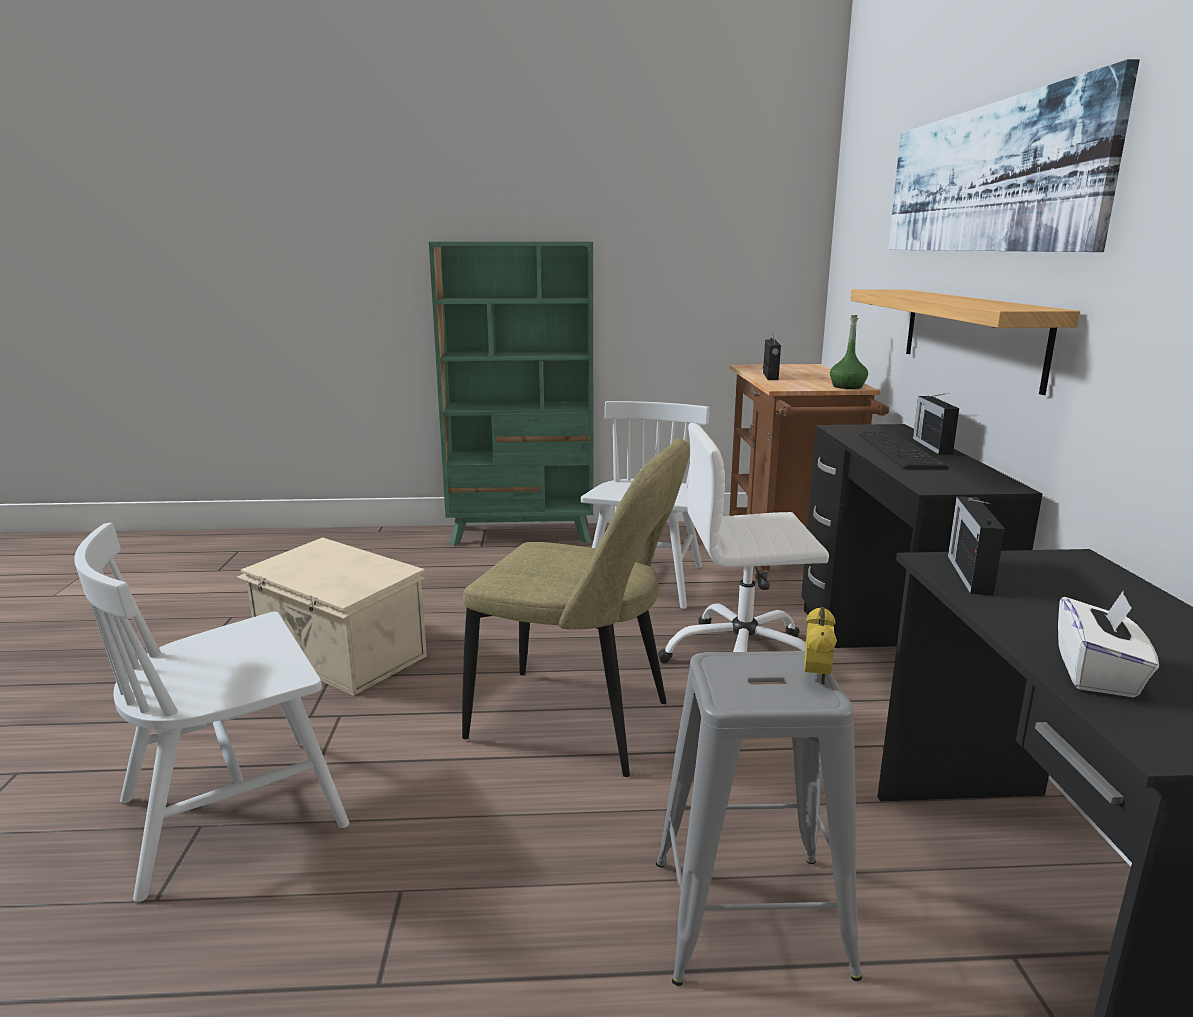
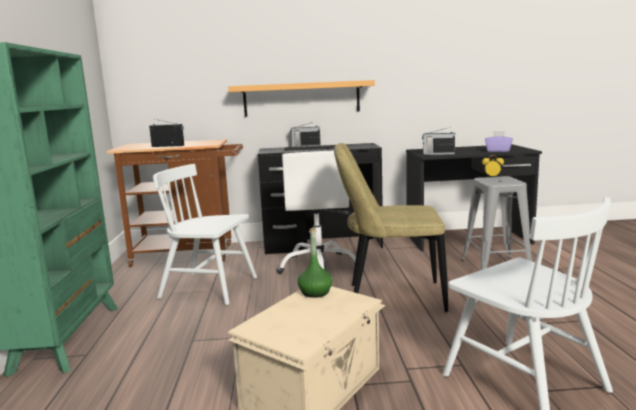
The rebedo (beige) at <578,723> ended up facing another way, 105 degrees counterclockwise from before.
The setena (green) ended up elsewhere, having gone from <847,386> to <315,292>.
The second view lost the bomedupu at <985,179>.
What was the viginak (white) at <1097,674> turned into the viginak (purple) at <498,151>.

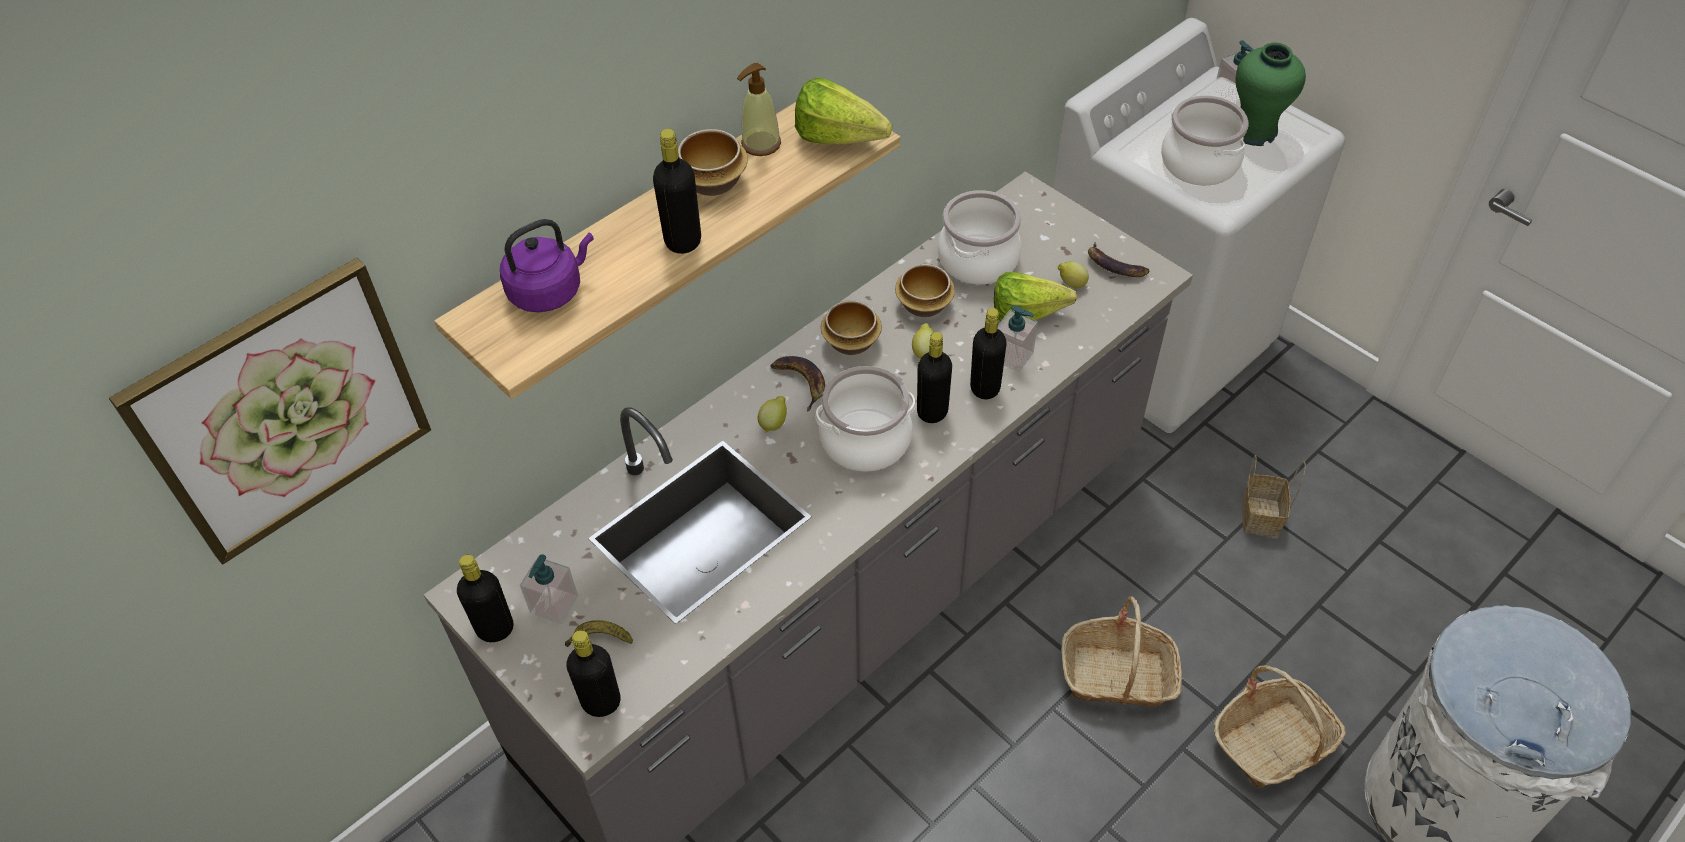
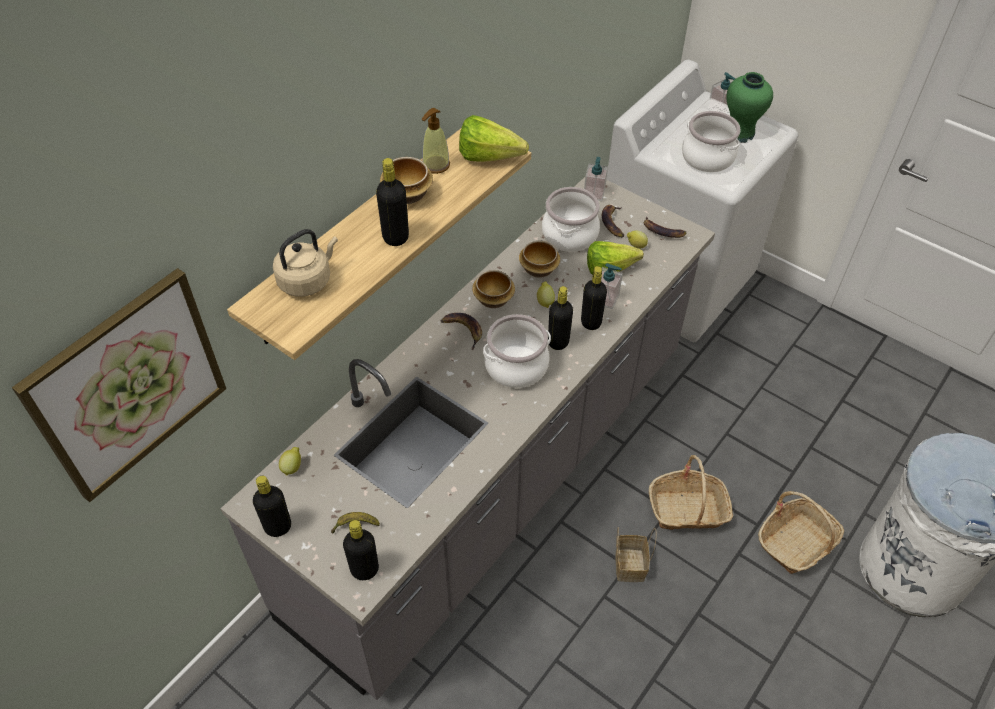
What was the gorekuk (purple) at <549,291> turned into the gorekuk (beige) at <307,280>.
The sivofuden ended up elsewhere, having gone from <554,605> to <594,193>.
The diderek ended up elsewhere, having gone from <774,423> to <292,467>.
The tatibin ended up elsewhere, having gone from <1259,515> to <628,564>.
The second view gained the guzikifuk at <612,223>.

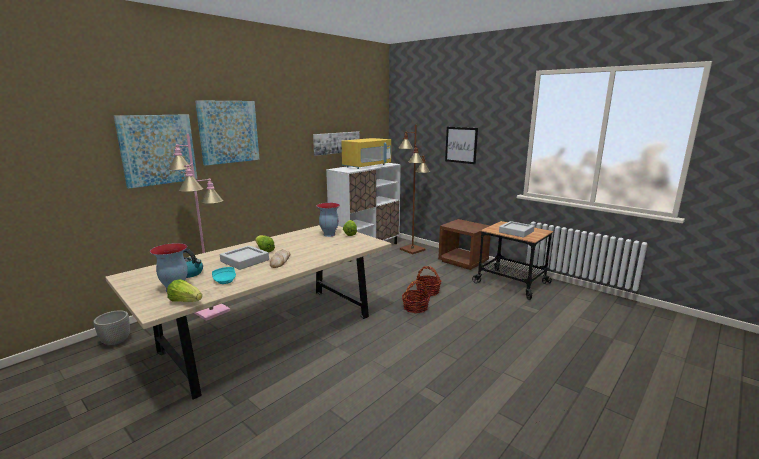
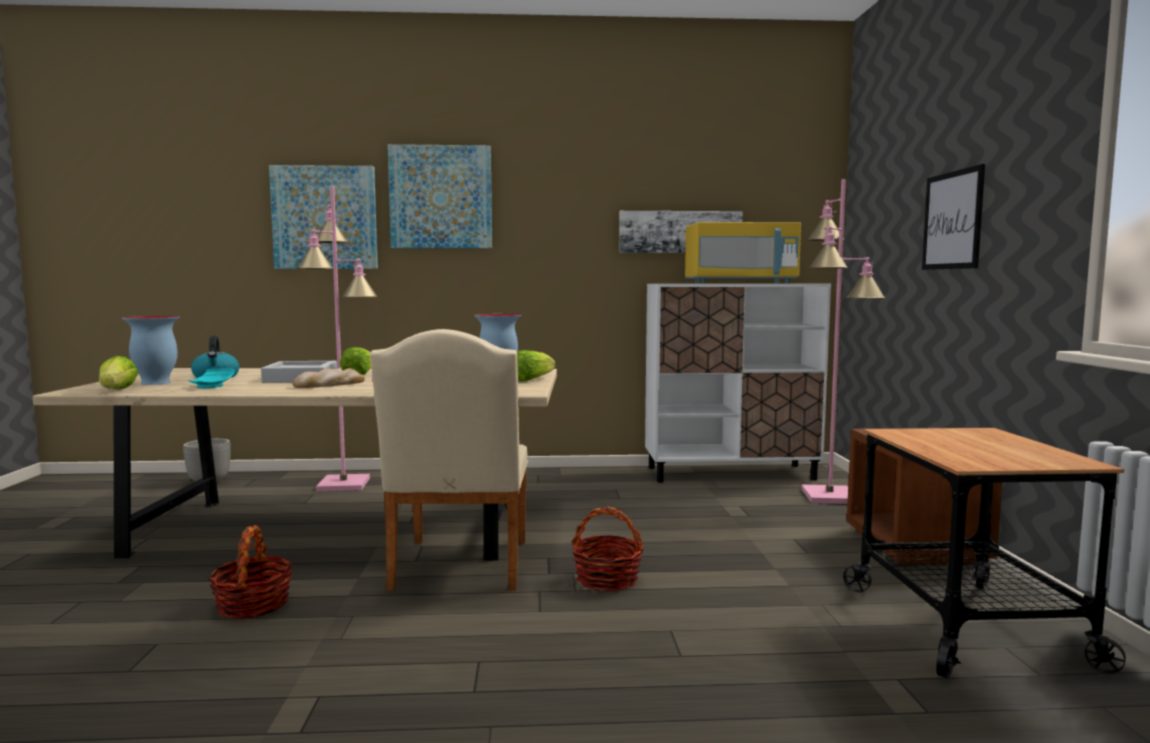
What was the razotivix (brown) at <412,249> turned into the razotivix (pink) at <830,496>.
The tatibin ended up elsewhere, having gone from <428,291> to <253,605>.
The second view lost the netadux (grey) at <516,232>.
The second view gained the rebedo (beige) at <459,568>.

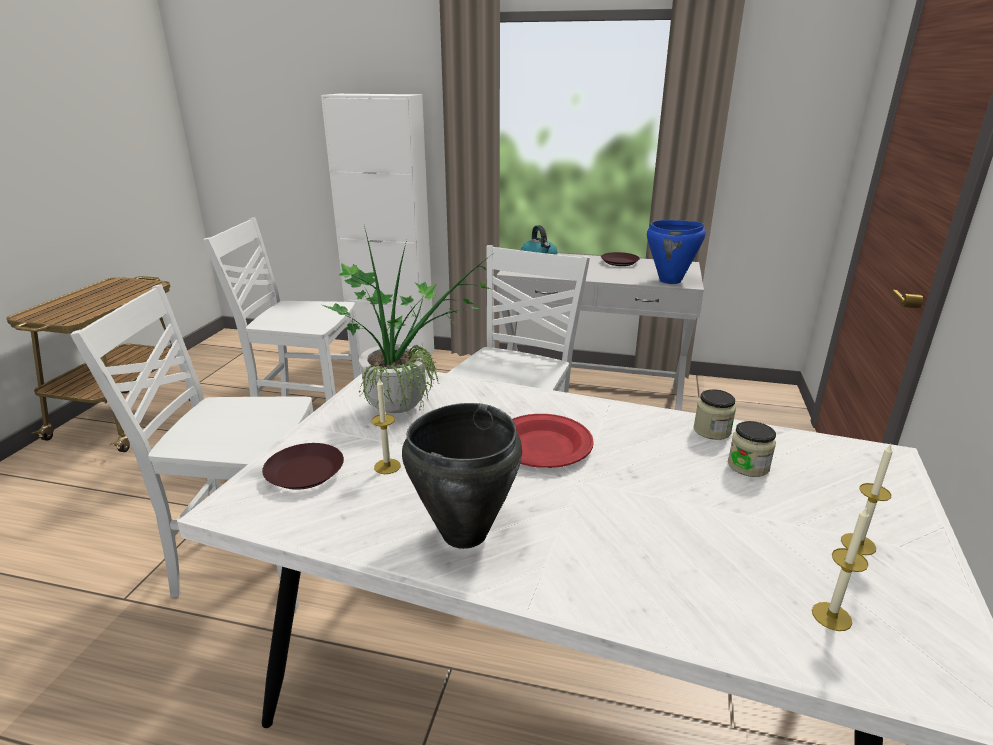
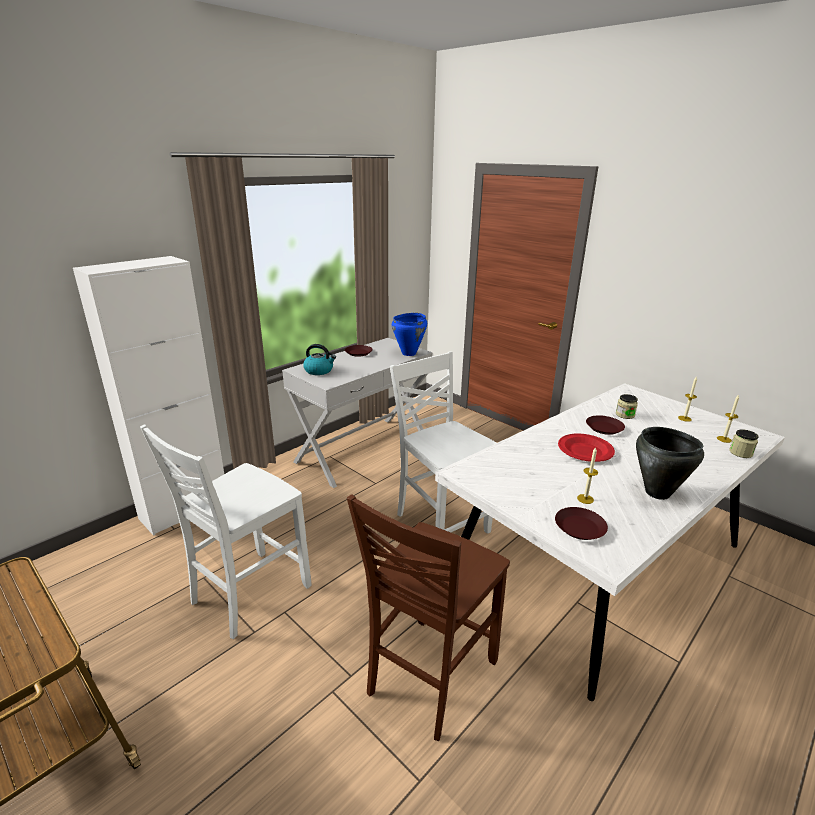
What was the rebedo (white) at <252,564> turned into the rebedo (brown) at <429,677>.
The second view lost the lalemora at <406,402>.
The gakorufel ended up elsewhere, having gone from <712,430> to <740,453>.
The second view gained the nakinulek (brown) at <604,428>.

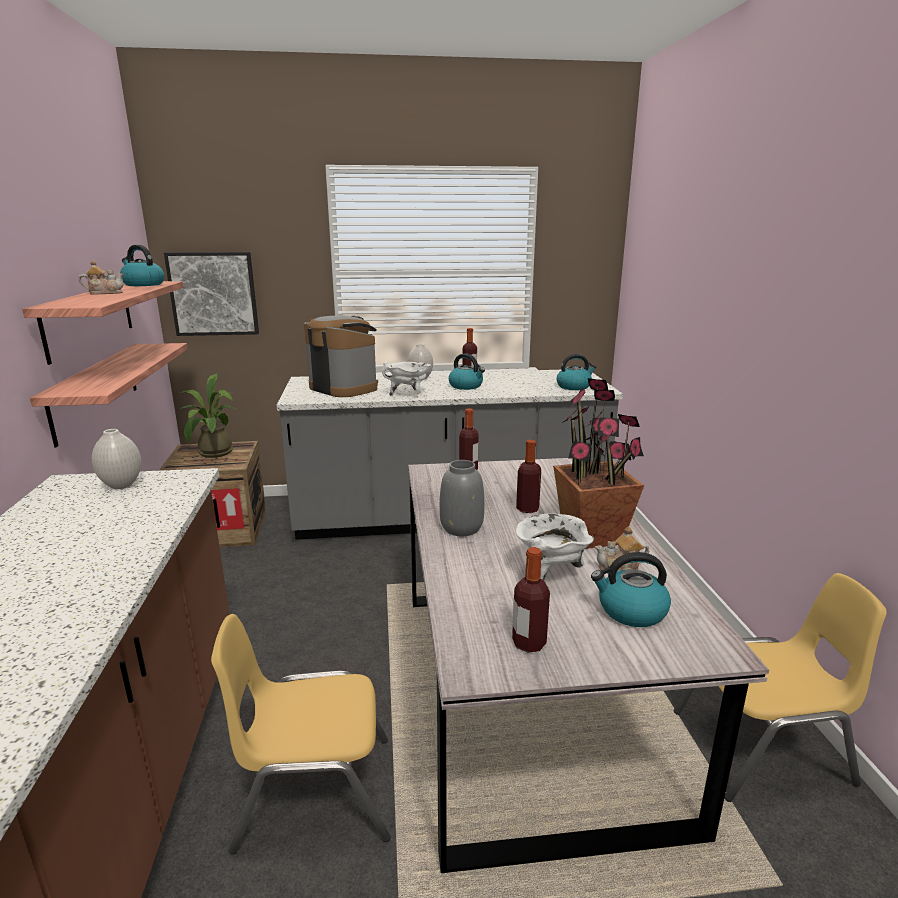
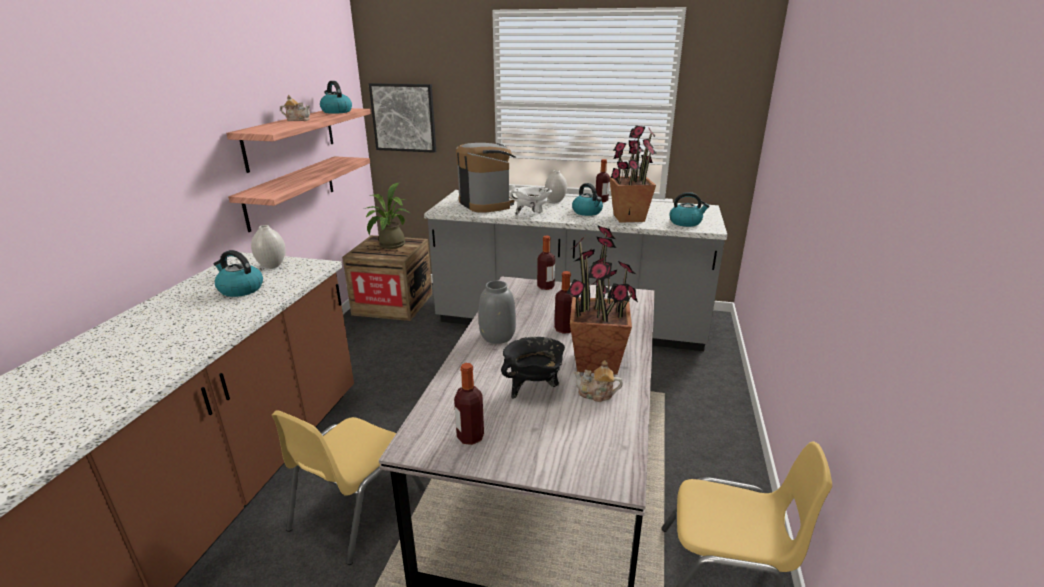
The rebedo (yellow) at <314,792> ended up facing another way, 75 degrees counterclockwise from before.
What was the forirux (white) at <550,575> turned into the forirux (black) at <533,388>.
The gorekuk ended up elsewhere, having gone from <631,611> to <240,289>.
The second view gained the lalemora at <628,218>.

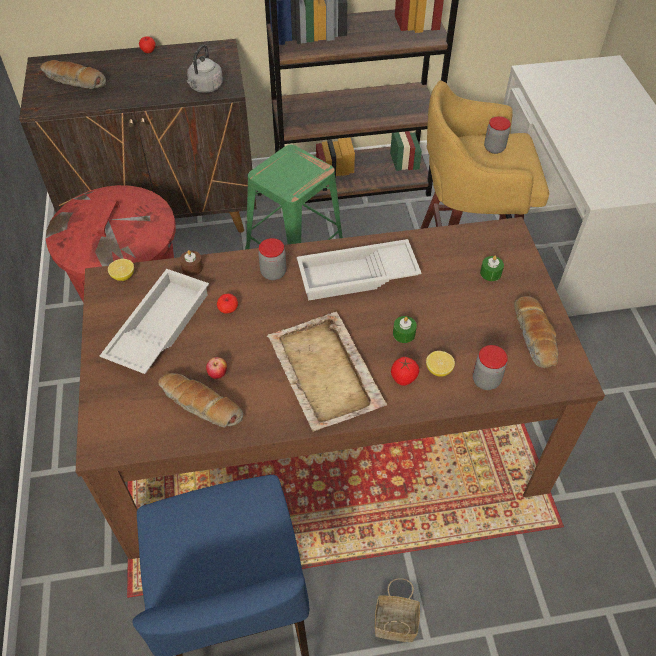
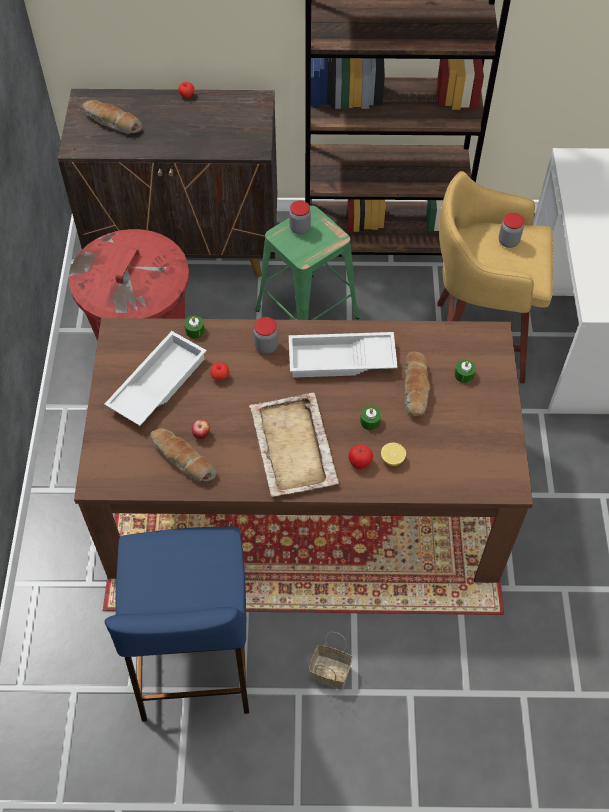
The second view lost the diderek at <123,276>.
What was the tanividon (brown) at <192,267> turned into the tanividon (green) at <195,331>.
The second view lost the gorekuk (grey) at <205,88>.
The gakorufel ended up elsewhere, having gone from <486,380> to <300,228>.
The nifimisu ended up elsewhere, having gone from <535,337> to <416,388>.

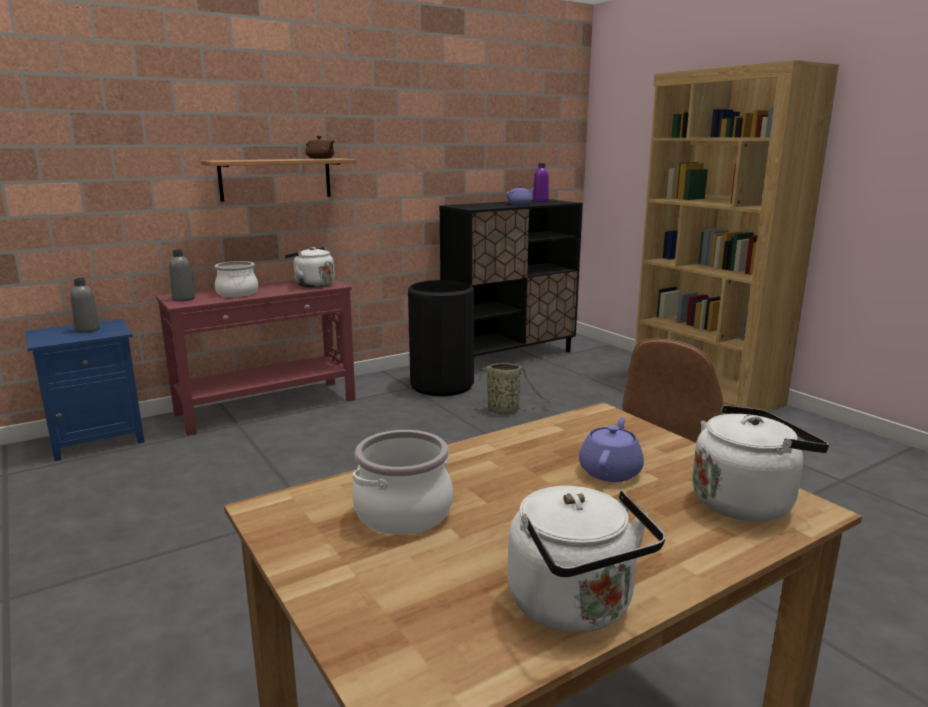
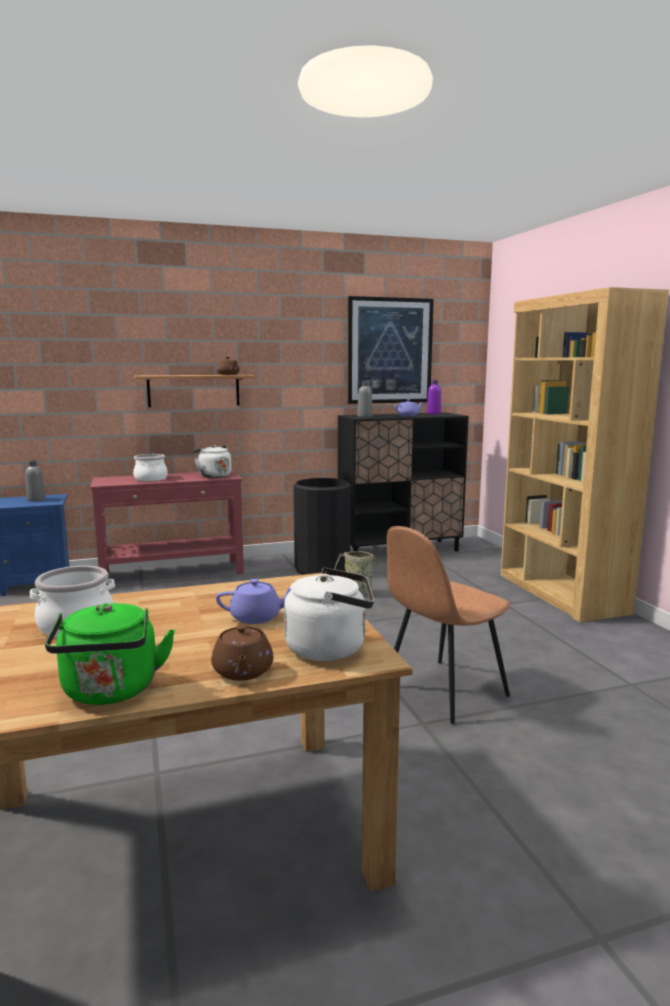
The setena (grey) ended up elsewhere, having gone from <183,299> to <364,417>.
What was the gorekuk (white) at <575,607> turned into the gorekuk (green) at <110,692>.
The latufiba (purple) at <610,471> ended up facing another way, 45 degrees clockwise from before.
The second view gained the latufiba (brown) at <242,672>.
The second view gained the bomedupu at <390,351>.

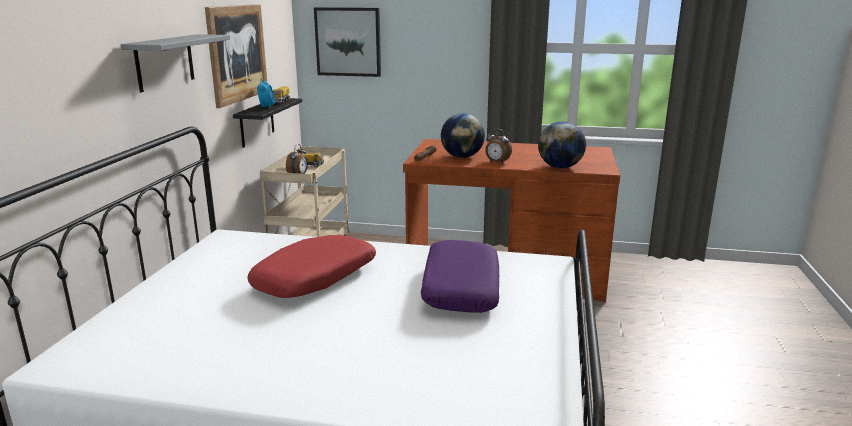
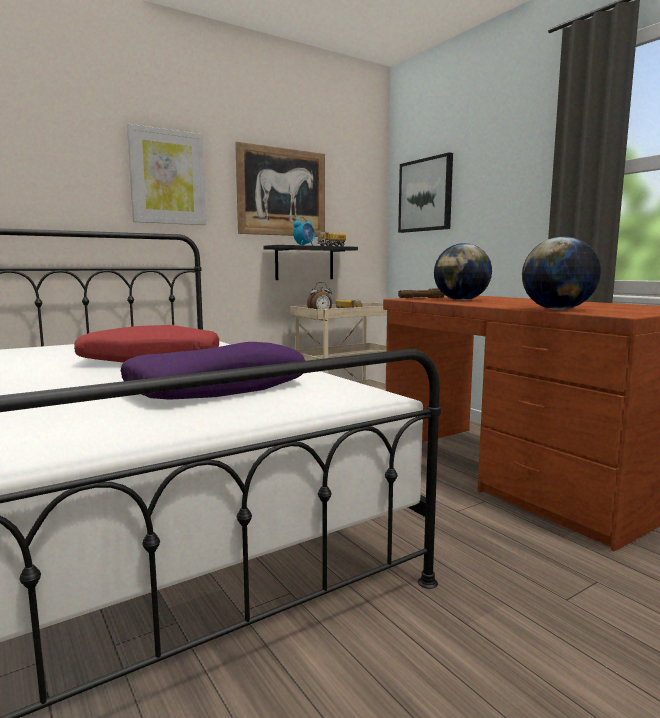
Where the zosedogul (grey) hung at <165,62>, the bomedupu came to hang at <167,177>.
The second view lost the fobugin at <497,162>.

